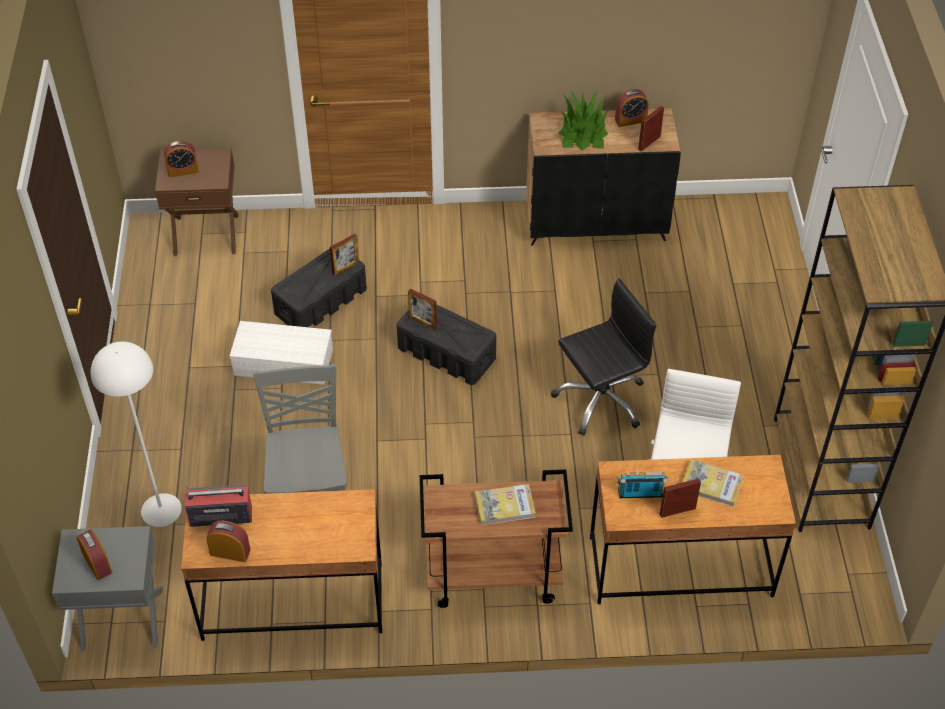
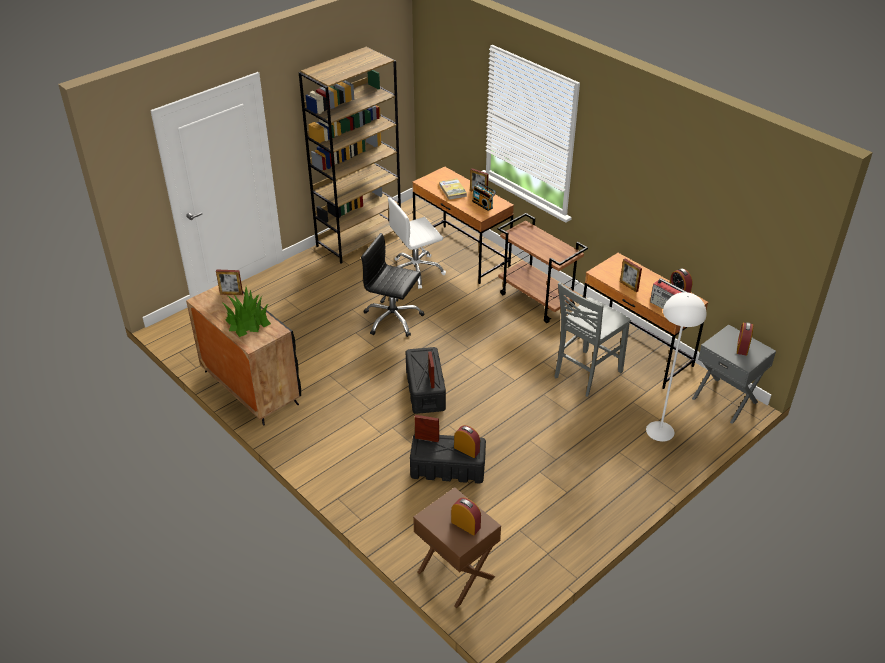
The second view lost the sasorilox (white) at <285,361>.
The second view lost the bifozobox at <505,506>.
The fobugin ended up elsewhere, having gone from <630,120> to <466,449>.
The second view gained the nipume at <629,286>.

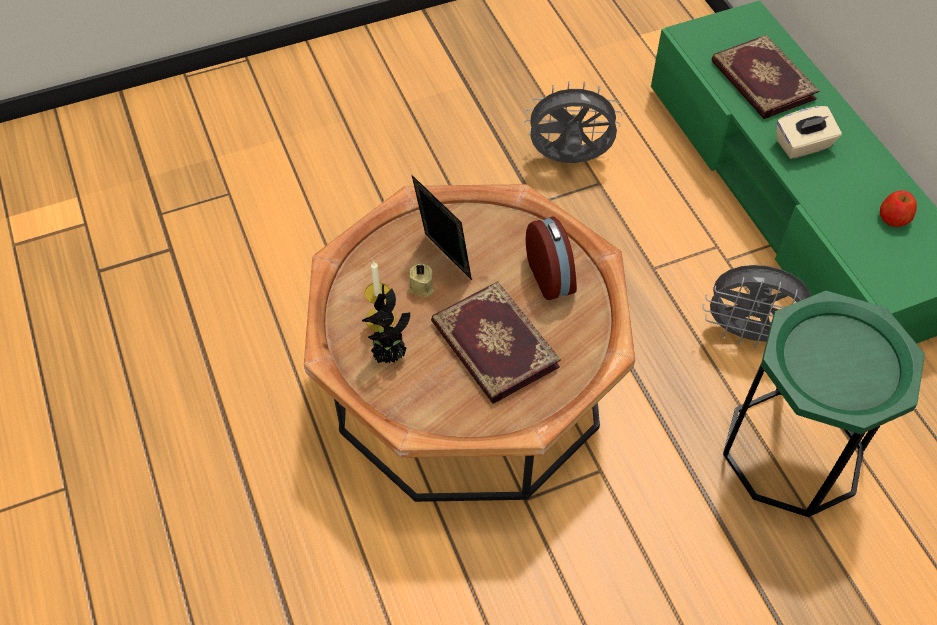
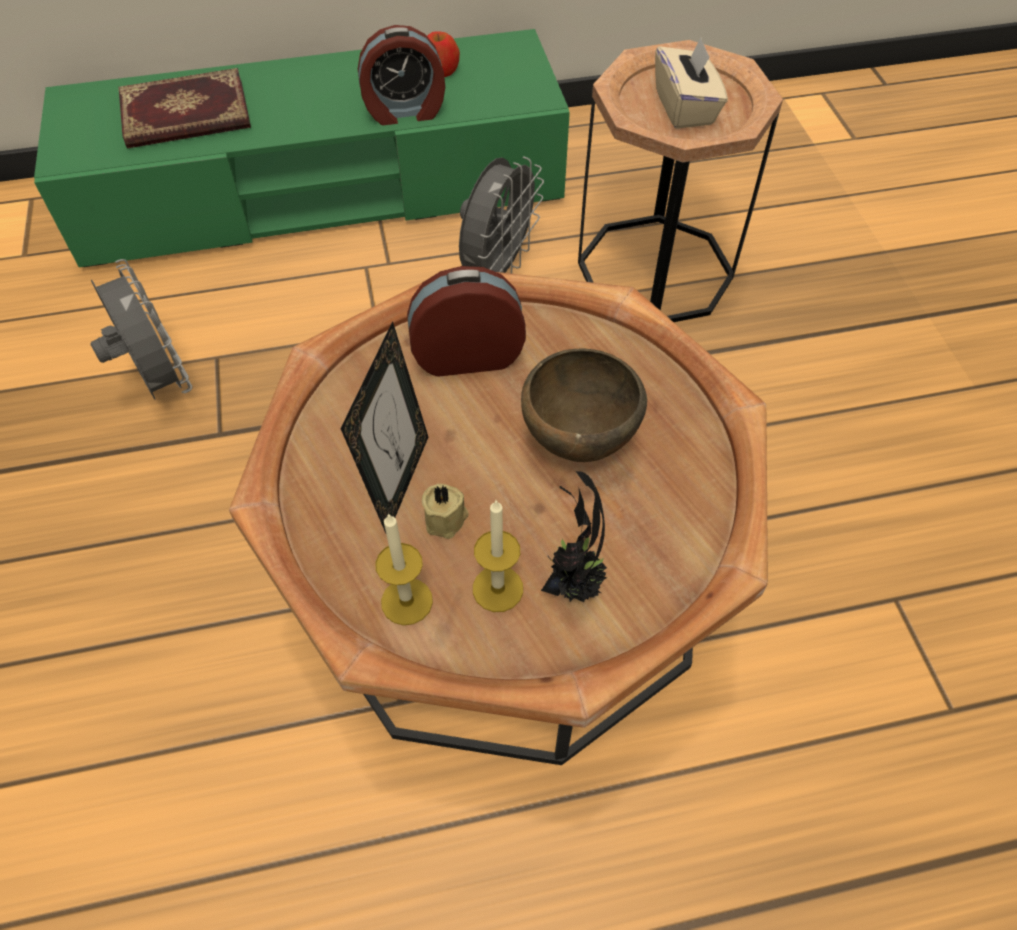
The nipume at <443,260> ended up facing another way, 135 degrees clockwise from before.
Where the bifozobox stood at <493,346>, the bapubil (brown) came to stand at <577,442>.
The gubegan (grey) at <569,160> ended up facing another way, 135 degrees clockwise from before.
What was the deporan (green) at <793,451> turned into the deporan (brown) at <655,270>.
The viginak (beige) ended up elsewhere, having gone from <803,145> to <685,108>.
The second view gained the fobugin at <405,111>.
The second view gained the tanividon at <406,601>.

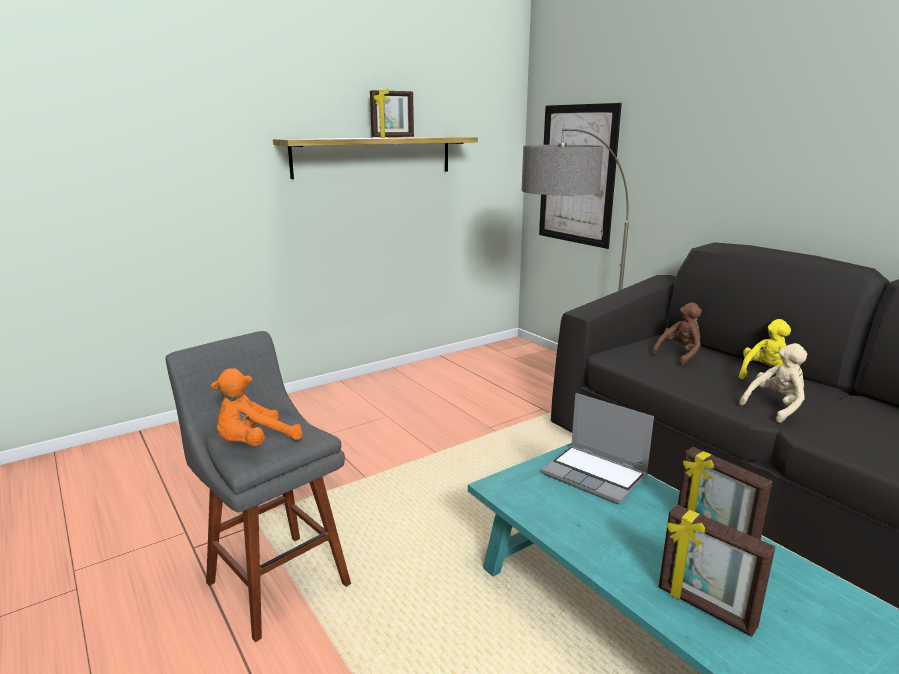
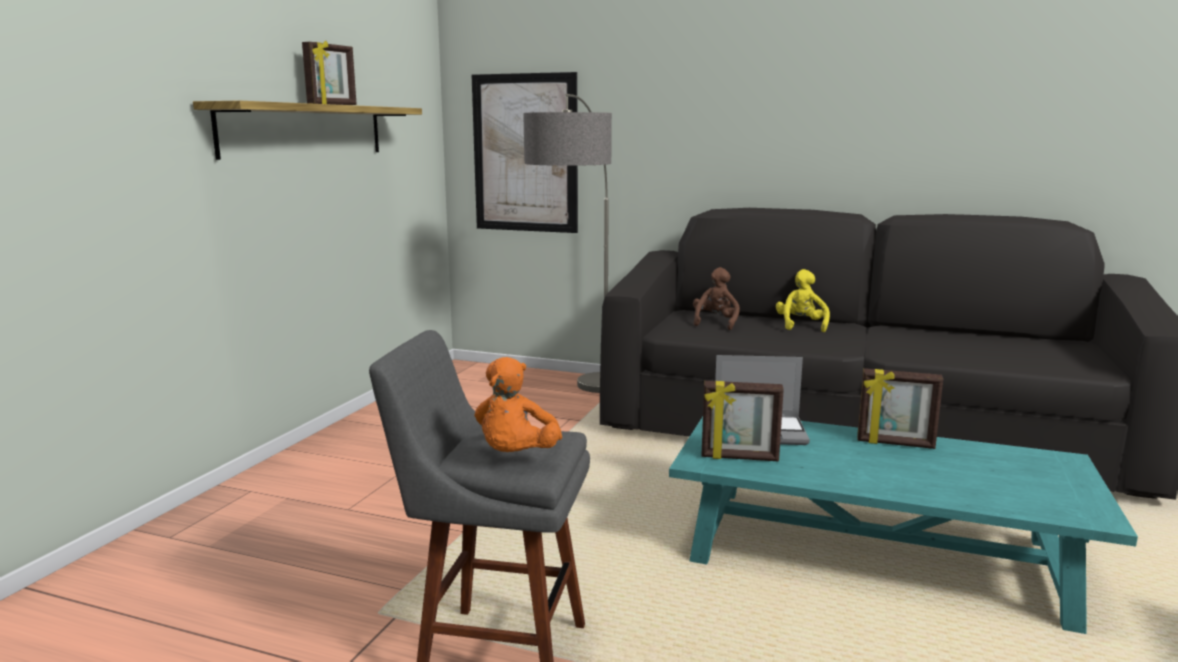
The nipume ended up elsewhere, having gone from <705,608> to <739,458>.
The second view lost the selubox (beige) at <775,407>.

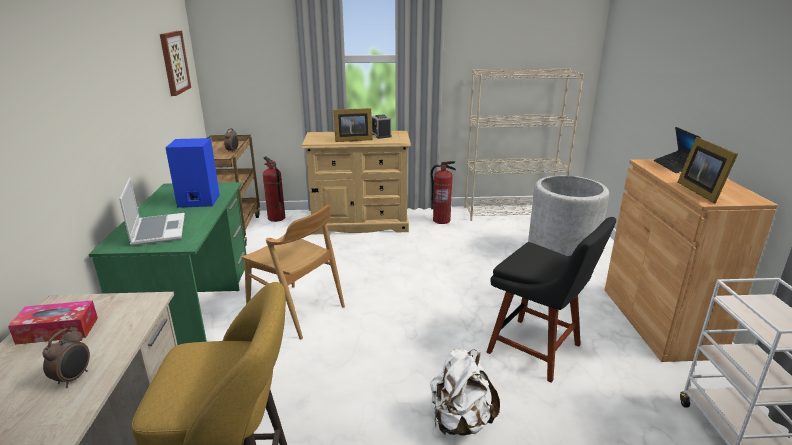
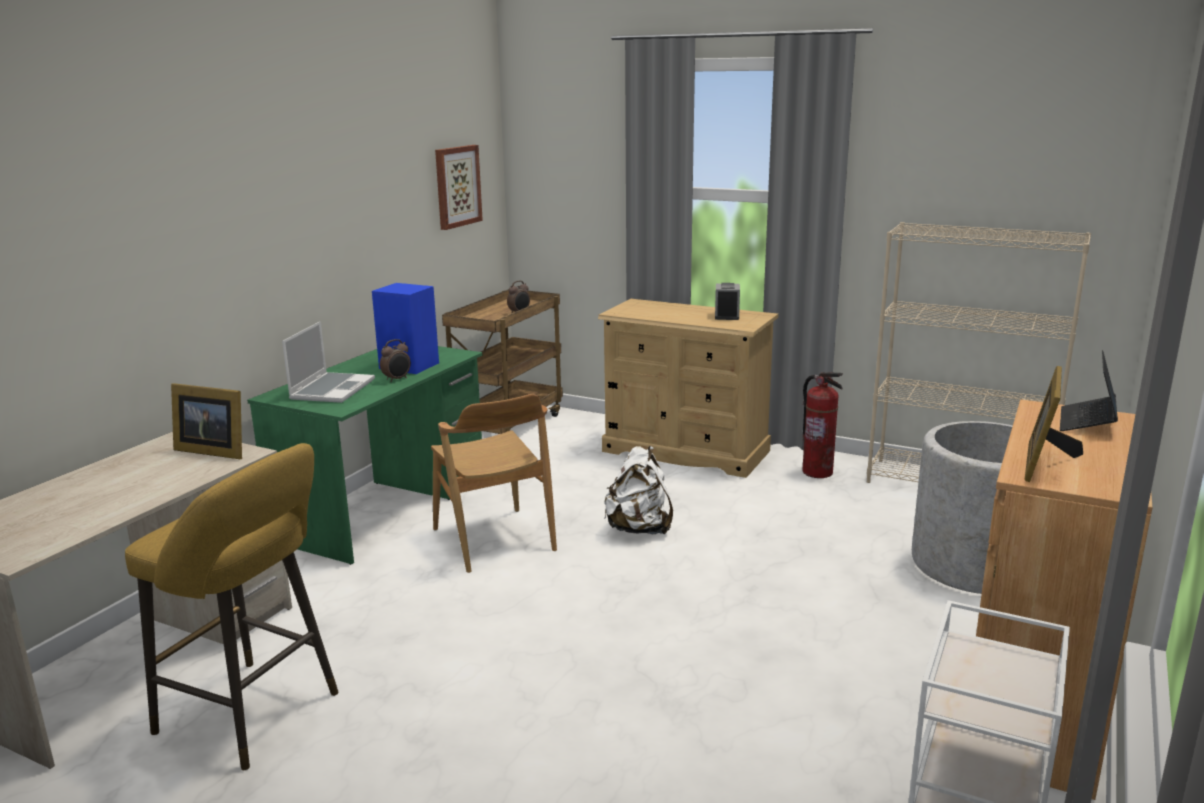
The second view lost the viginak at <58,330>.
The fobugin ended up elsewhere, having gone from <74,378> to <397,379>.
The second view lost the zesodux at <276,218>.
The nipume ended up elsewhere, having gone from <352,139> to <212,450>.
The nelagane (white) ended up elsewhere, having gone from <460,422> to <639,529>.
The second view lost the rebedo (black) at <538,350>.

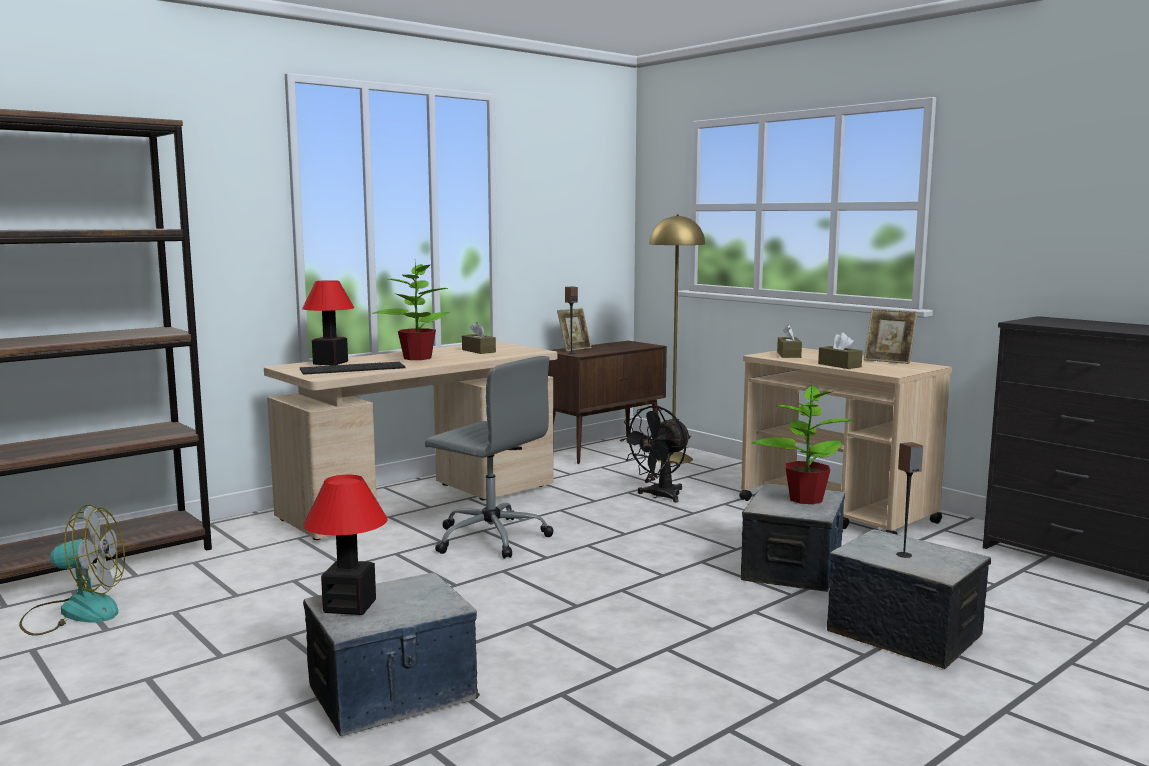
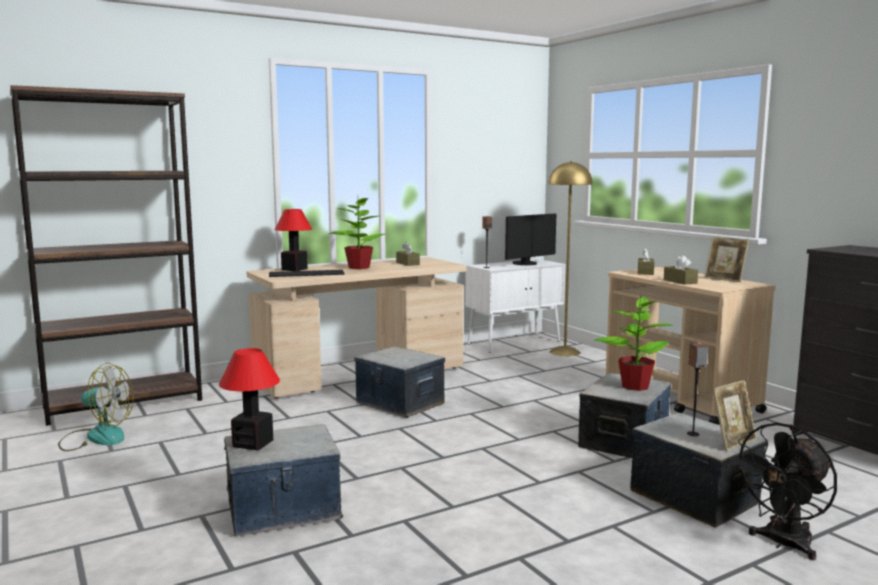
Where the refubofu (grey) stood at <489,537>, the sasorilox came to stand at <399,403>.
What was the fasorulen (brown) at <605,449> turned into the fasorulen (white) at <514,342>.
The nipume ended up elsewhere, having gone from <574,349> to <733,442>.
The gubegan (black) ended up elsewhere, having gone from <659,496> to <783,544>.
The second view gained the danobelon at <526,264>.

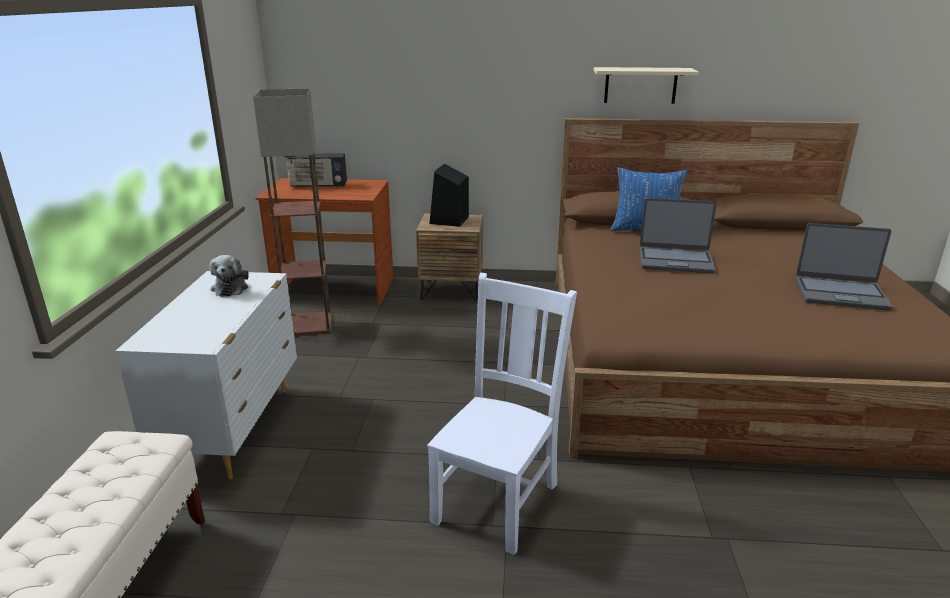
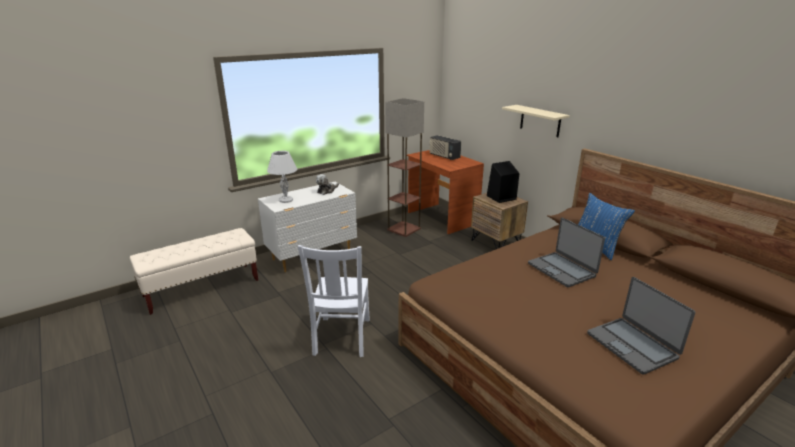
The rebedo (white) at <498,500> ended up facing another way, 105 degrees clockwise from before.
The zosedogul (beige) ended up elsewhere, having gone from <640,85> to <540,121>.
The second view gained the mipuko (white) at <285,200>.

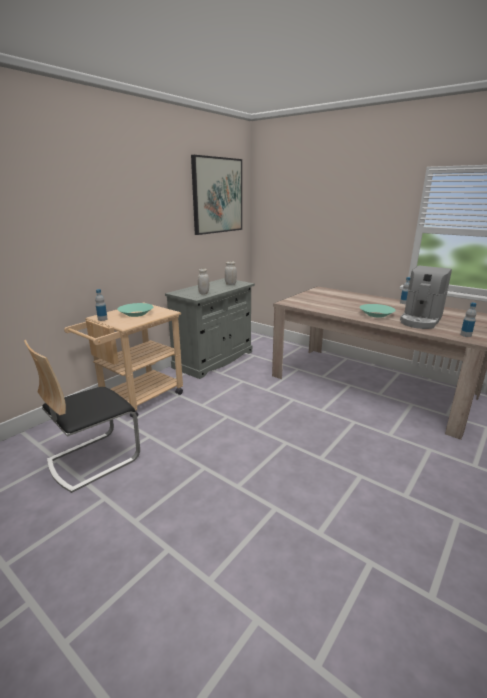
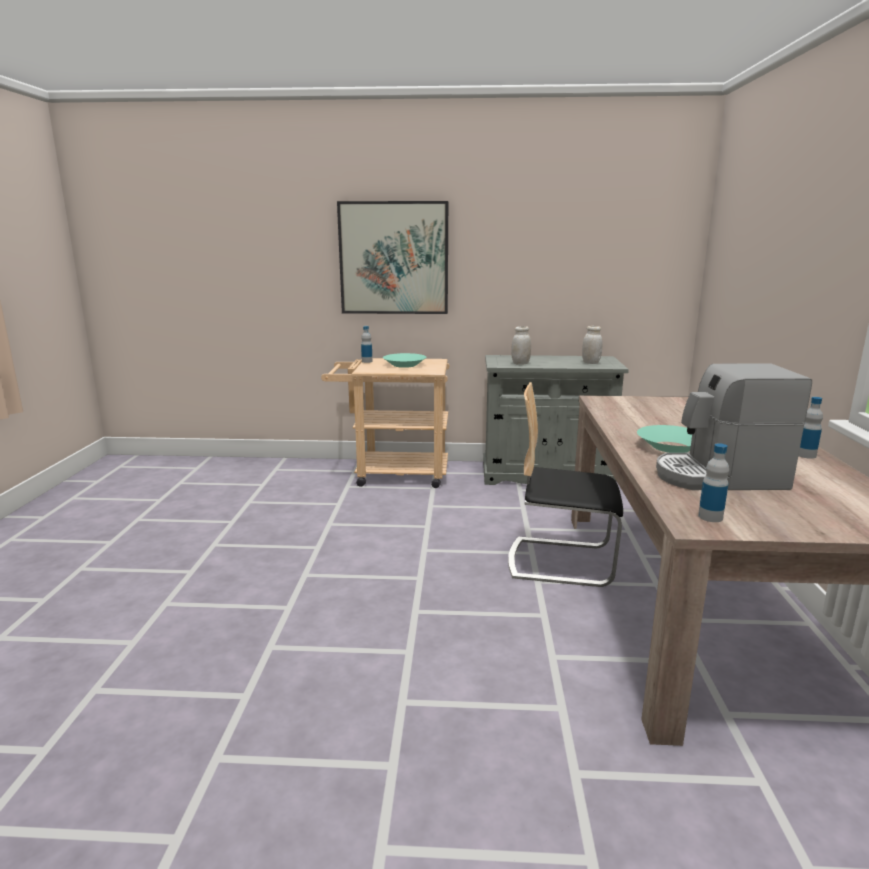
The rebedo ended up elsewhere, having gone from <93,459> to <561,561>.
The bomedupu ended up elsewhere, having gone from <217,195> to <394,258>.

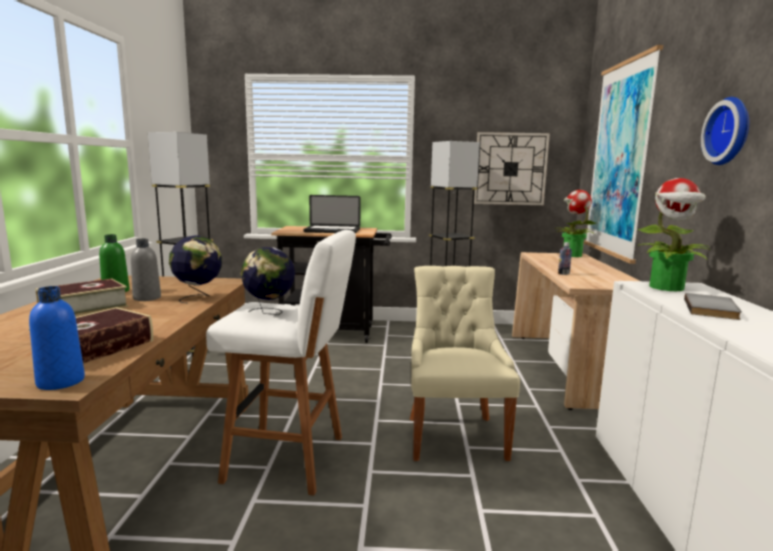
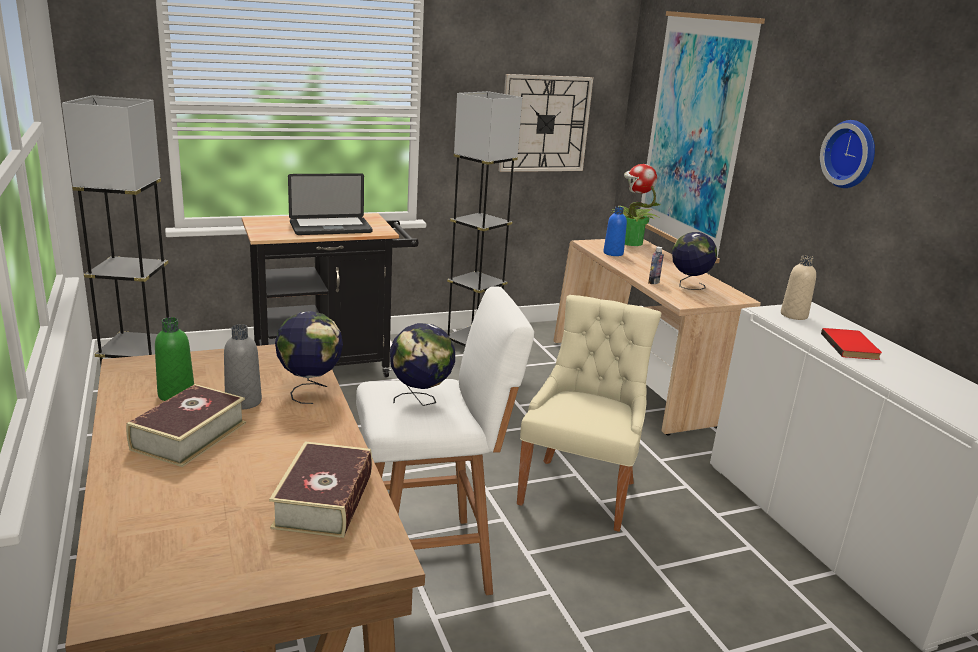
The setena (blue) ended up elsewhere, having gone from <60,382> to <613,253>.
The rebedo (beige) at <454,435> ended up facing another way, 45 degrees clockwise from before.
Where the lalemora stood at <667,287>, the setena (beige) came to stand at <794,315>.
What was the bifozobox (grey) at <713,309> turned into the bifozobox (red) at <852,346>.
The second view gained the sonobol at <688,286>.

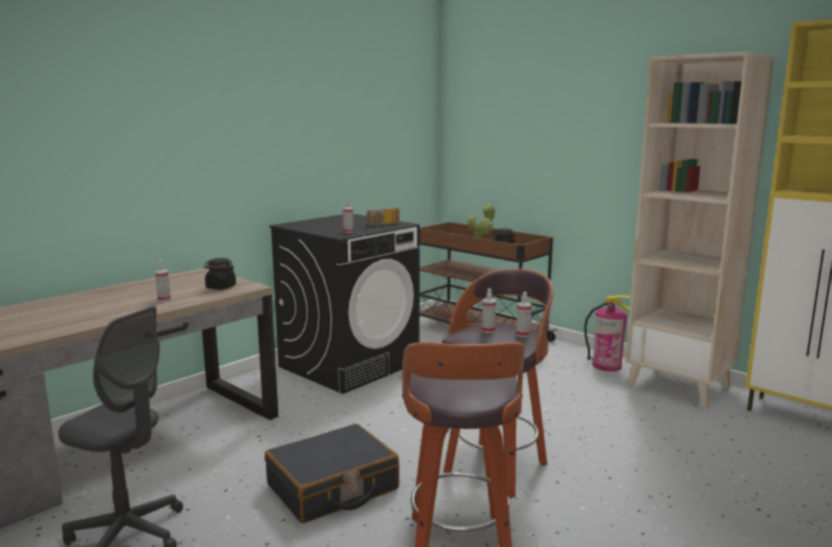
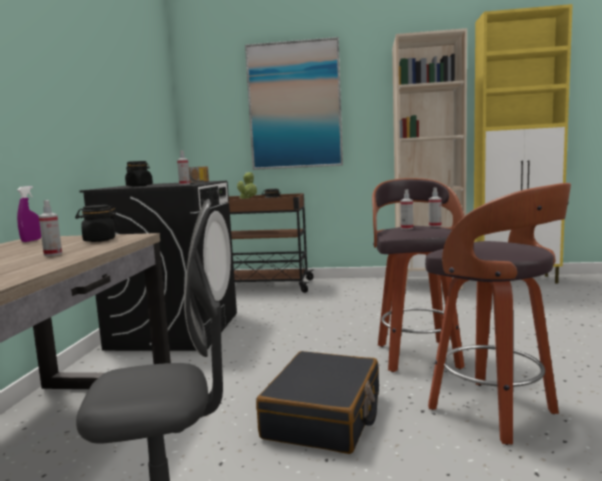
The second view lost the zesodux at <607,365>.
The second view gained the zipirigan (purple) at <31,240>.
The second view gained the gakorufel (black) at <139,186>.
The second view gained the bomedupu at <294,105>.

